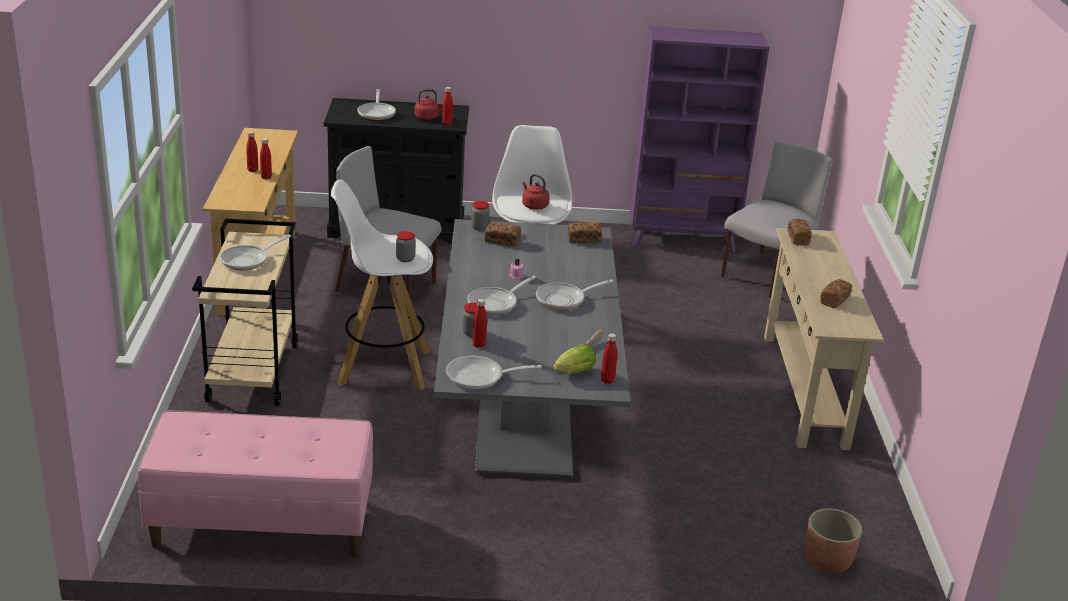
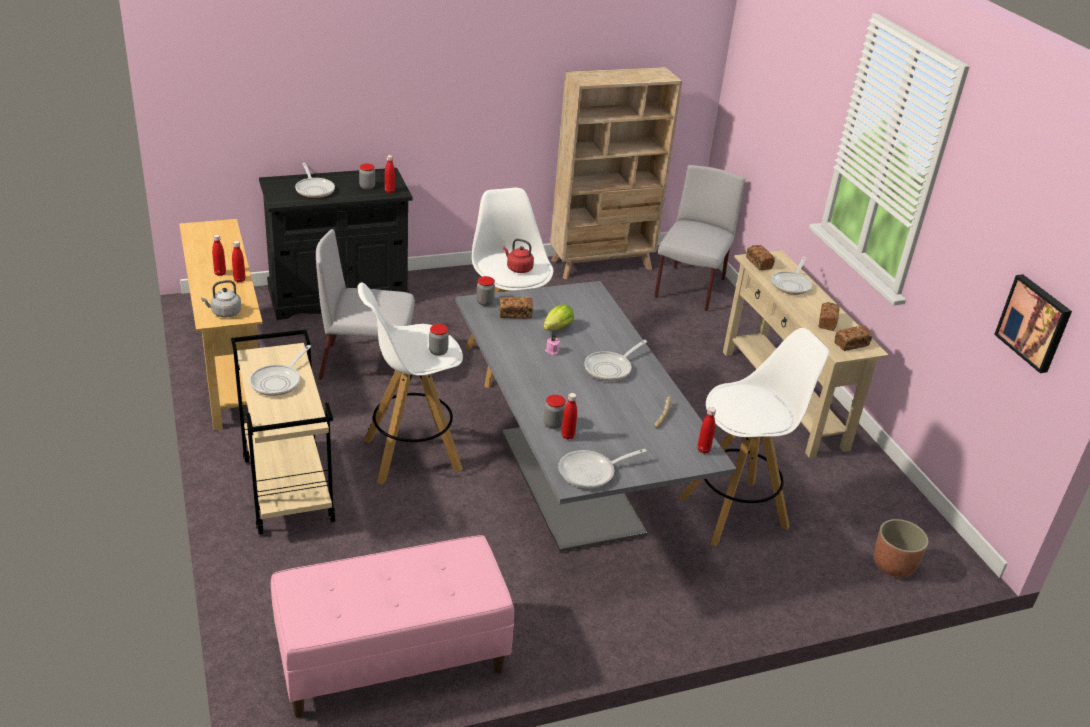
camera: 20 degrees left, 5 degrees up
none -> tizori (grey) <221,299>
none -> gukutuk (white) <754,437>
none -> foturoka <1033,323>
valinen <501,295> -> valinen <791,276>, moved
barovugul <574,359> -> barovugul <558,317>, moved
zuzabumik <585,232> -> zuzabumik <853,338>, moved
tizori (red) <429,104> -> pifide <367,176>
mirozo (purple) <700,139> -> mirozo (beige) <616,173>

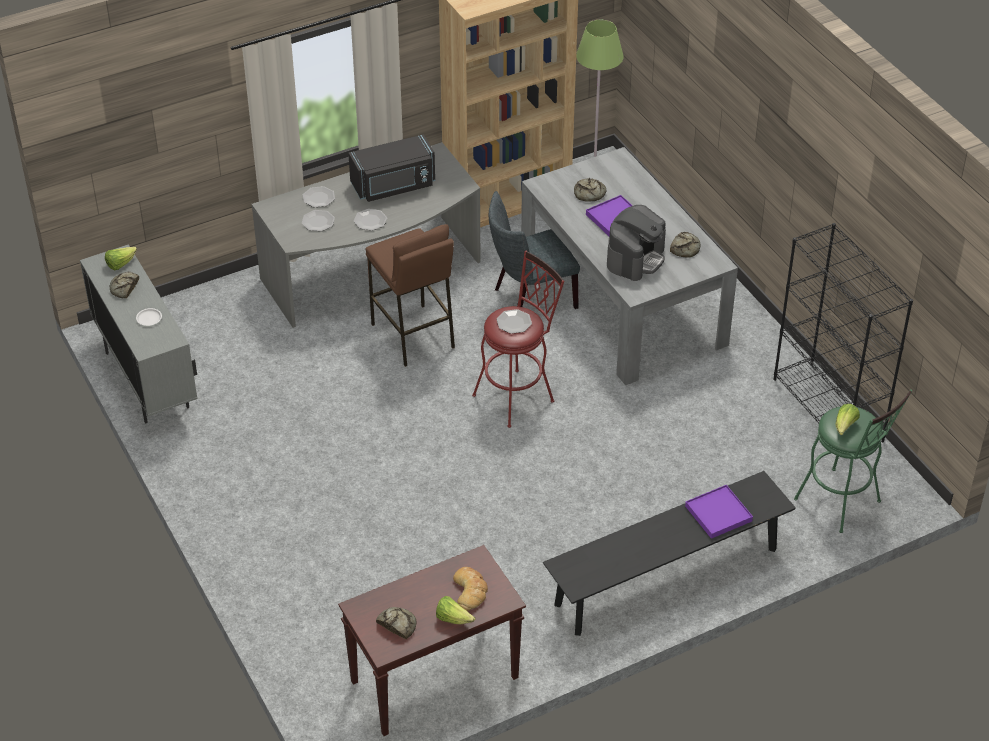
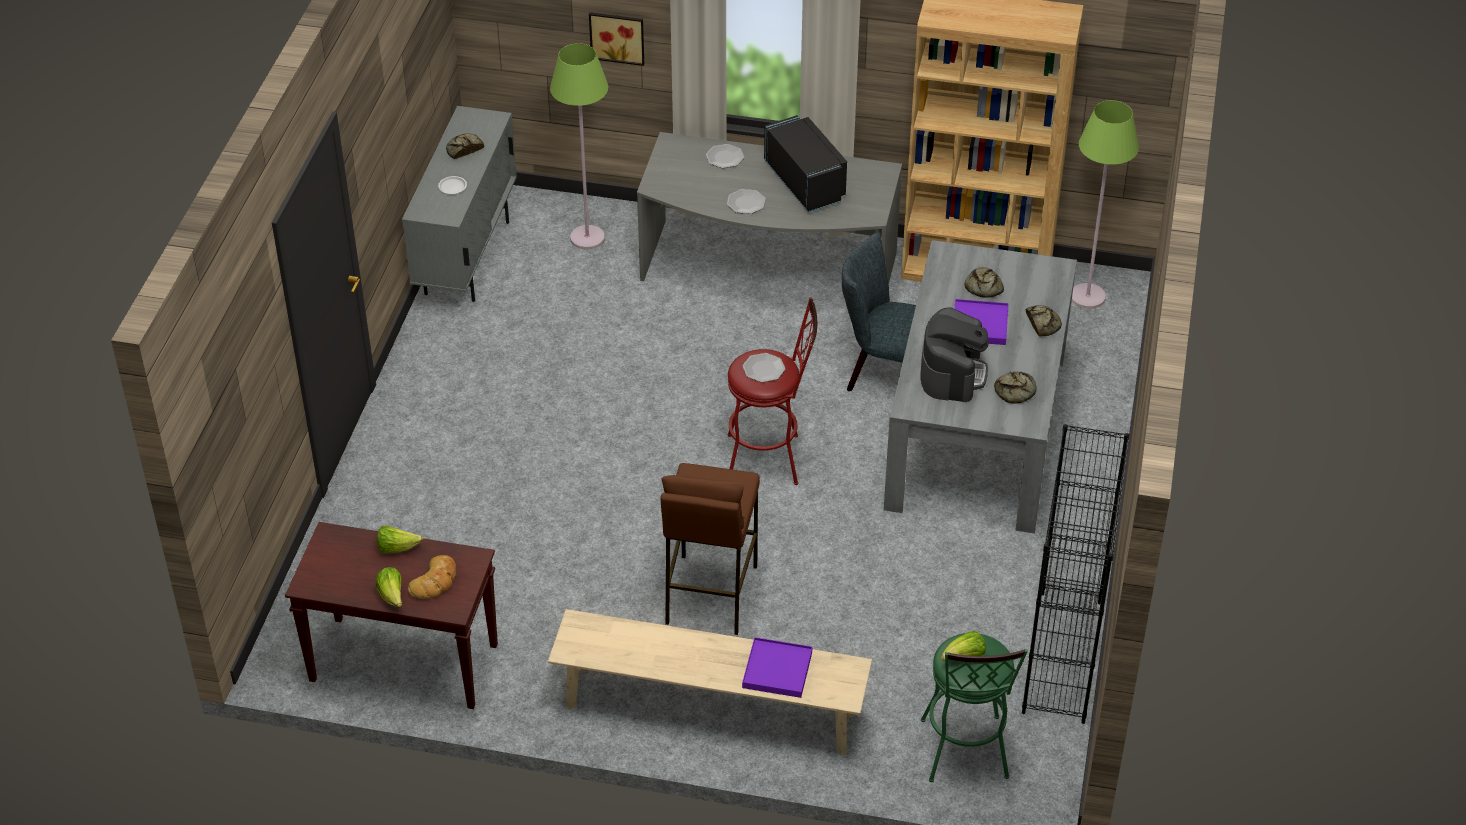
camera: 40 degrees right, 0 degrees up
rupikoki <318,220> -> none
none -> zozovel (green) <579,146>
none -> foturoka <616,39>
barovugul <121,258> -> barovugul <400,539>, moved
gukutuk (brown) <410,295> -> gukutuk (brown) <710,549>, moved
zuzabumik <396,623> -> zuzabumik <1044,321>, moved
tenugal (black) <669,553> -> tenugal (beige) <710,682>
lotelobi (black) <391,168> -> lotelobi (black) <805,163>, 135 degrees counterclockwise
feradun <636,243> -> feradun <954,354>, 60 degrees counterclockwise

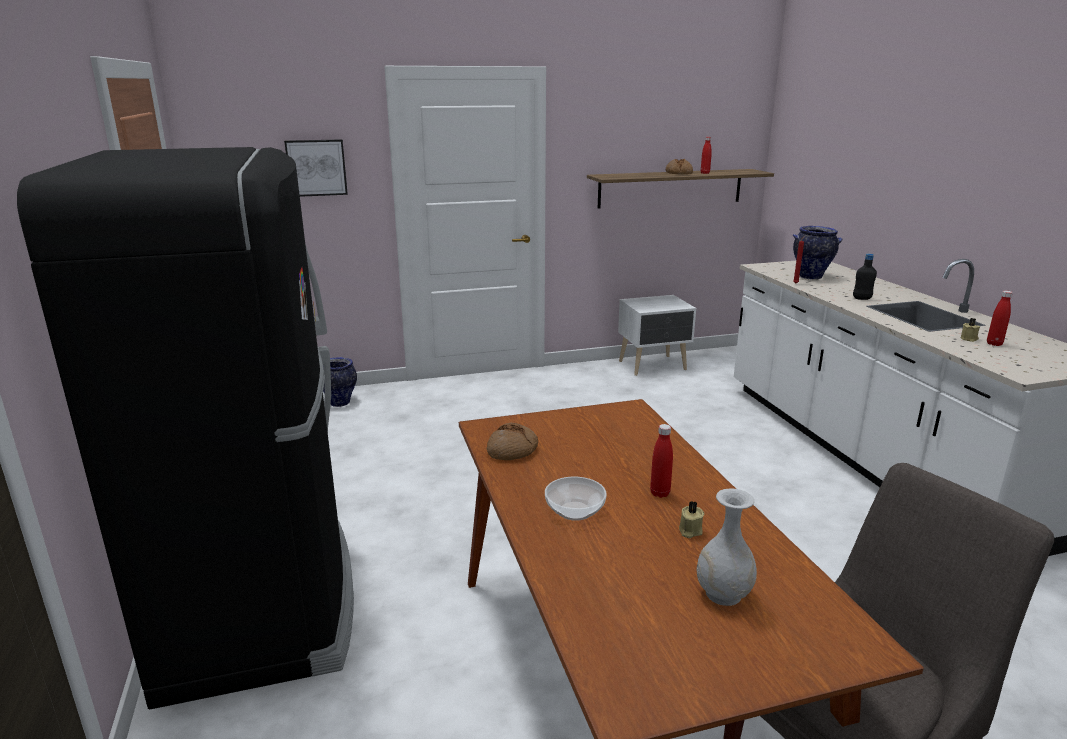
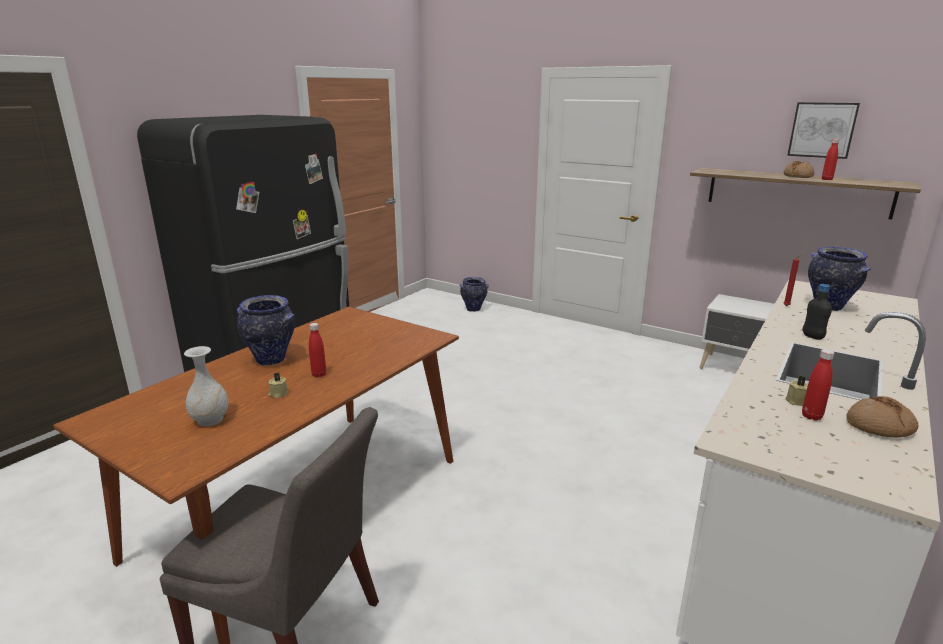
camera: 50 degrees right, 0 degrees up
foturoka <316,168> -> foturoka <823,130>, moved
zuzabumik <512,441> -> zuzabumik <882,417>, moved
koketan <576,499> -> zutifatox <266,330>

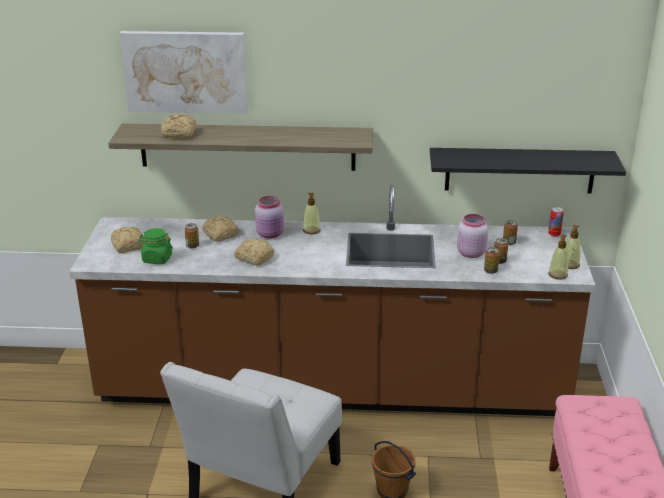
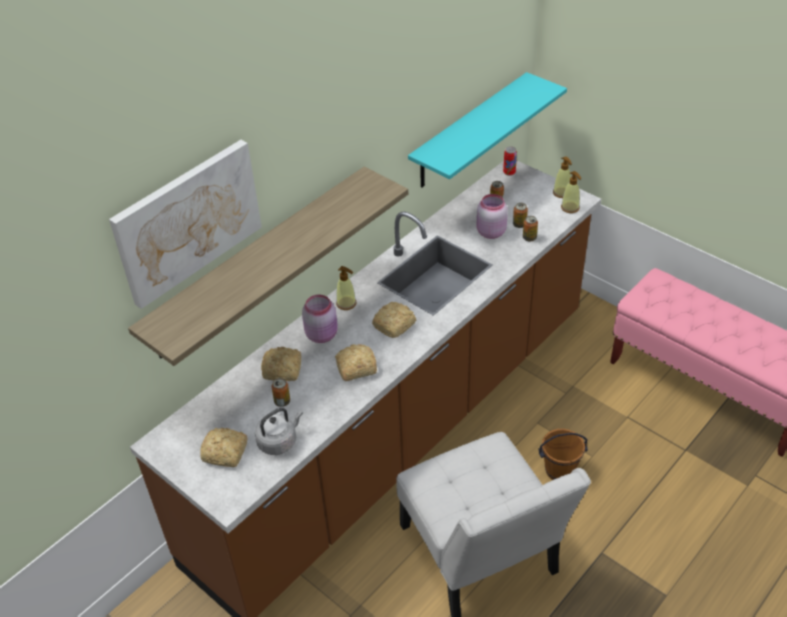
camera: 50 degrees left, 15 degrees up
zuzabumik <178,125> -> zuzabumik <394,320>, moved
pifide (green) <155,246> -> tizori (grey) <279,431>
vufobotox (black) <528,170> -> vufobotox (turquoise) <487,129>

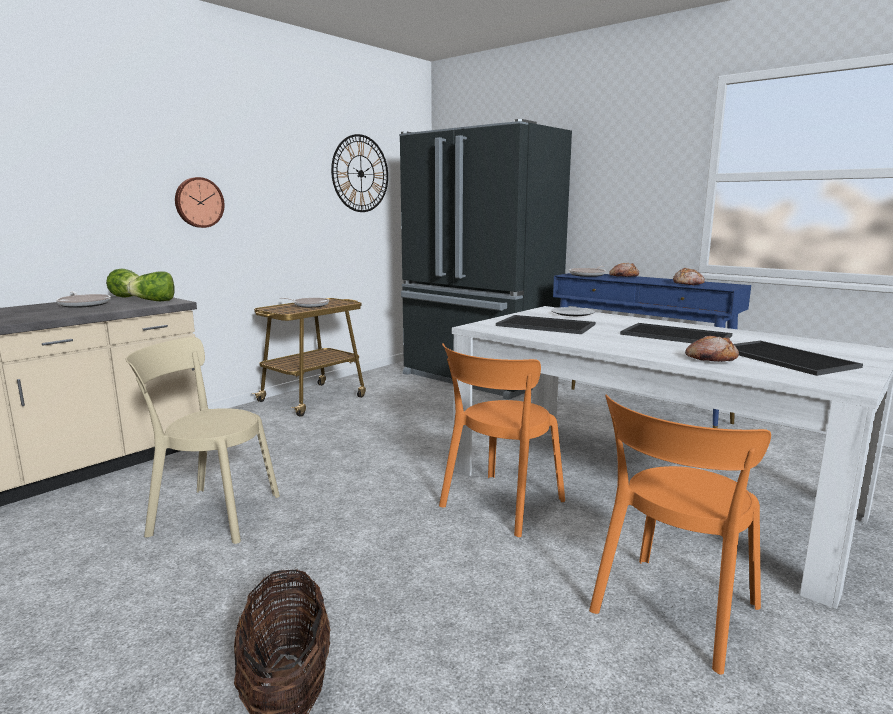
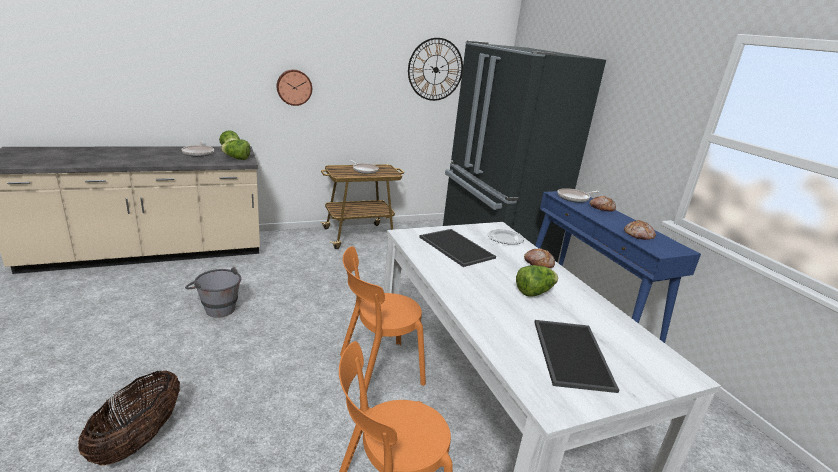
camera: 25 degrees right, 10 degrees up
zuzabumik <712,349> -> zuzabumik <539,258>, moved
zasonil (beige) <202,440> -> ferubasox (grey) <213,292>
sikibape <676,333> -> barovugul <537,281>

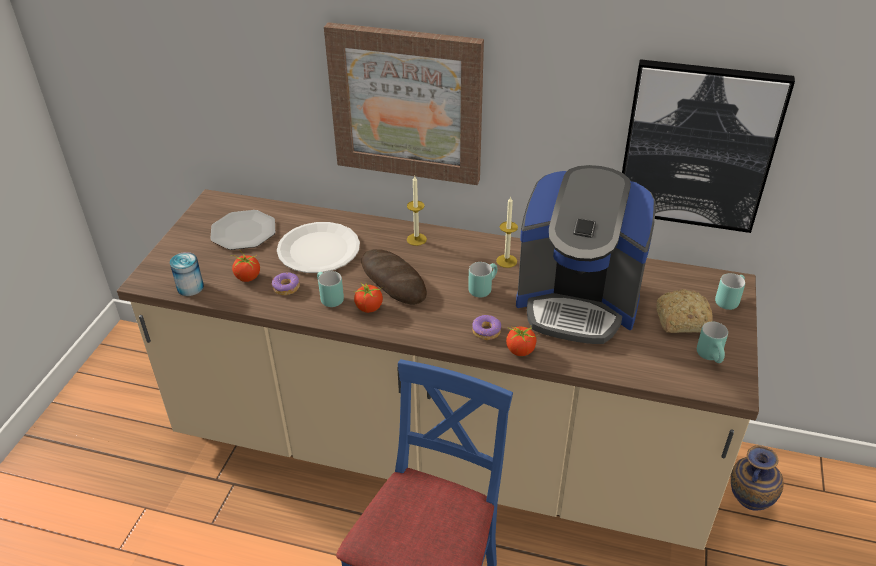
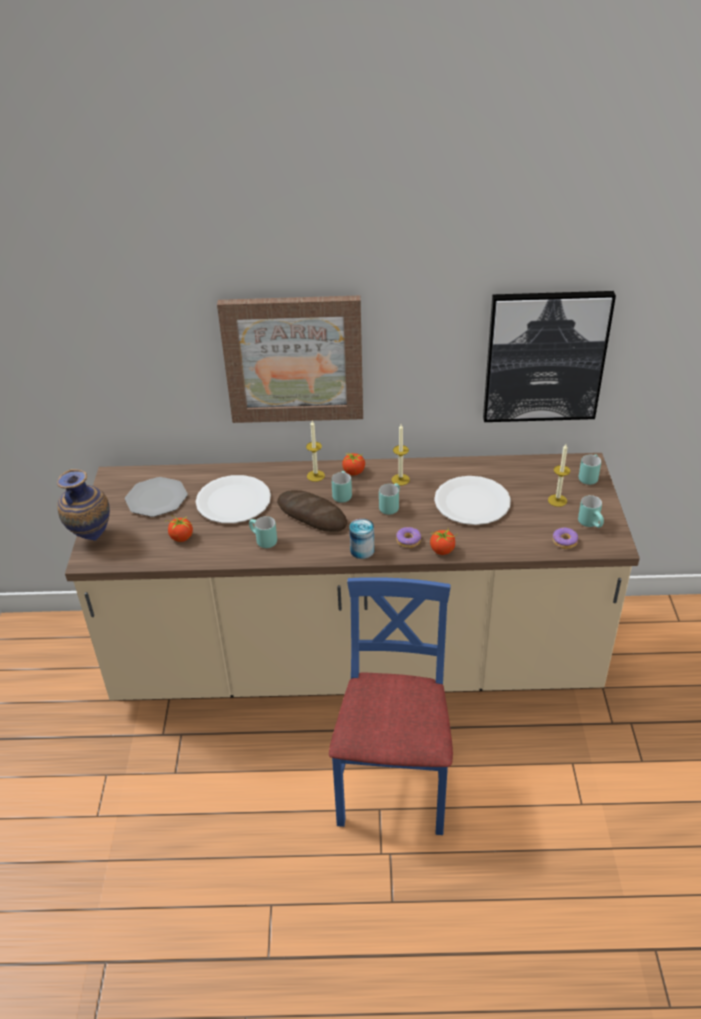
camera: 15 degrees left, 0 degrees up
none -> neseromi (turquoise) <342,487>
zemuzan <187,274> -> zemuzan <362,539>, moved
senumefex <285,283> -> senumefex <565,538>, moved
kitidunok <368,298> -> kitidunok <353,464>, moved
zutifatox <757,477> -> zutifatox <83,505>, moved
feradun <586,254> -> rupikoki (white) <472,500>
zuzabumik <684,311> -> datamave <559,475>

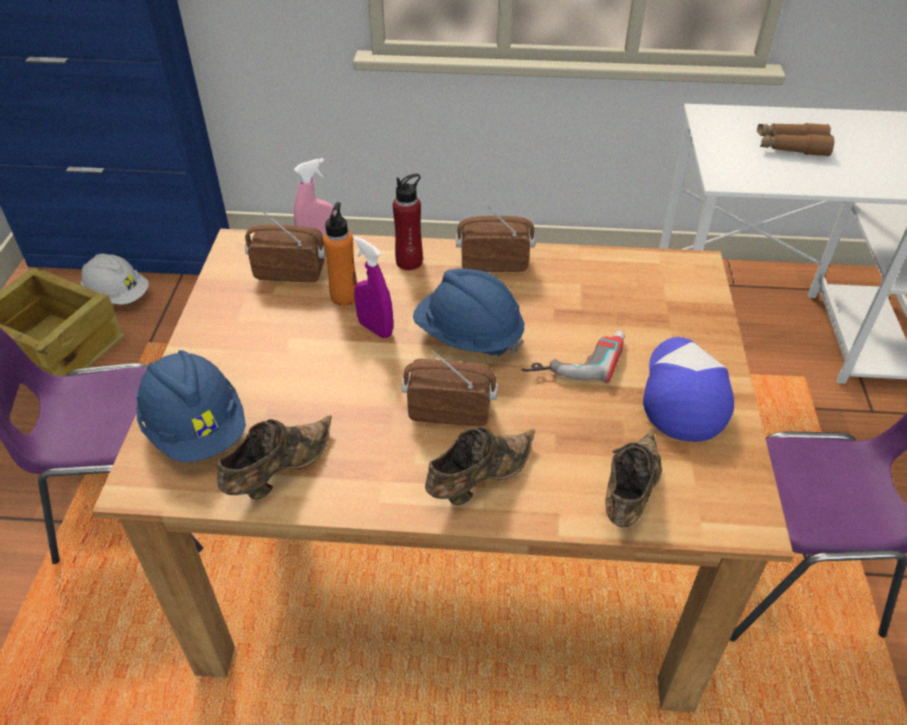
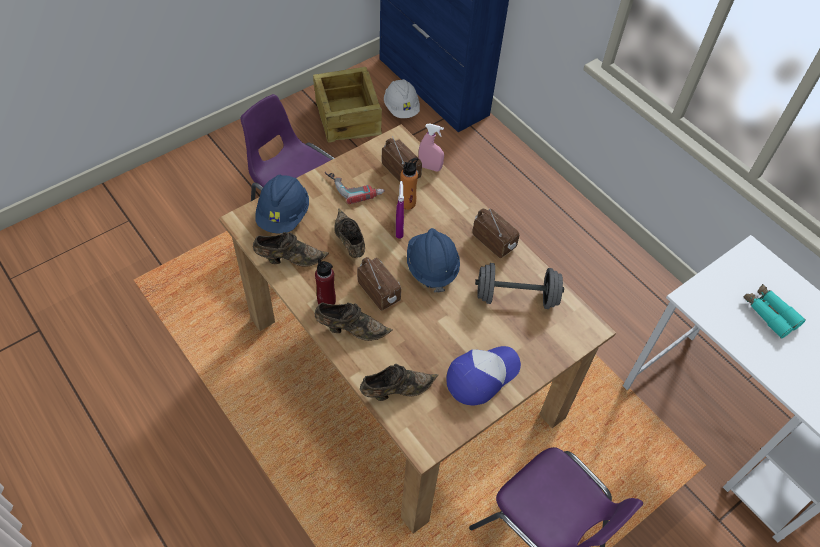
camera: 45 degrees right, 10 degrees up
none -> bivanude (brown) <349,233>
none -> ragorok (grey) <519,286>
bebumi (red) <408,221> -> bebumi (red) <325,282>, moved
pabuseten <573,356> -> pabuseten <355,187>, moved
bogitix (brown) <795,139> -> bogitix (turquoise) <774,311>

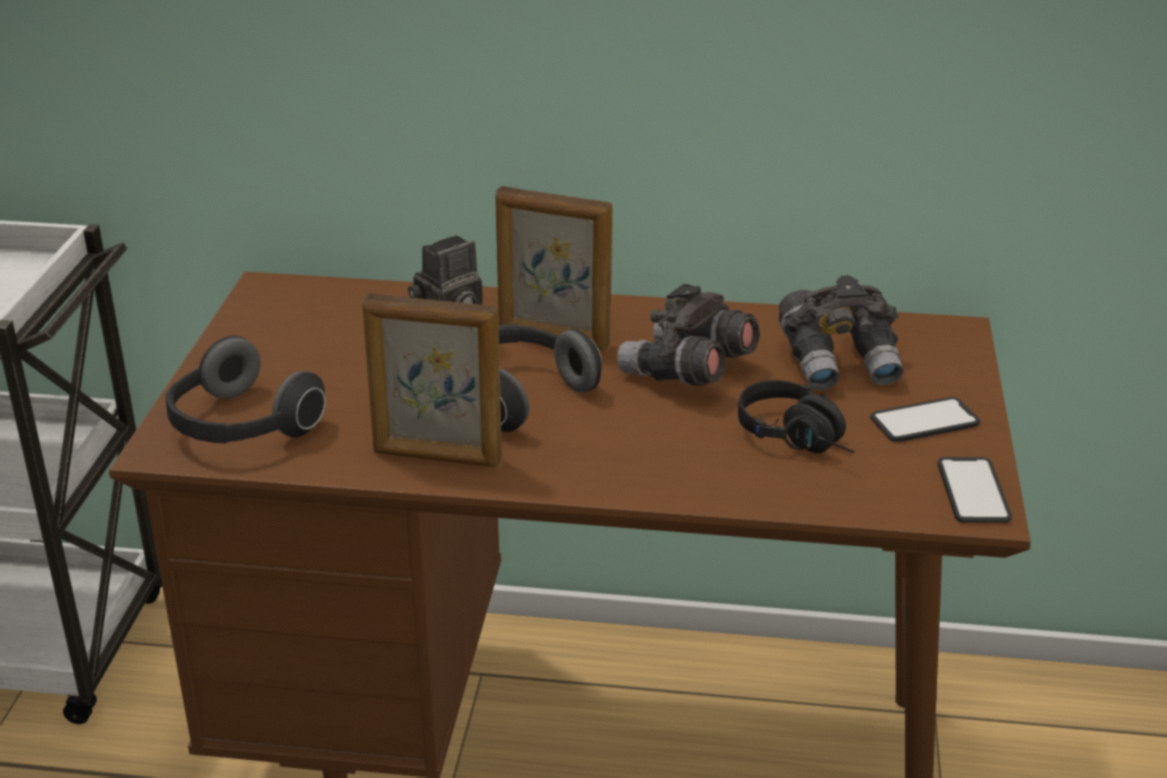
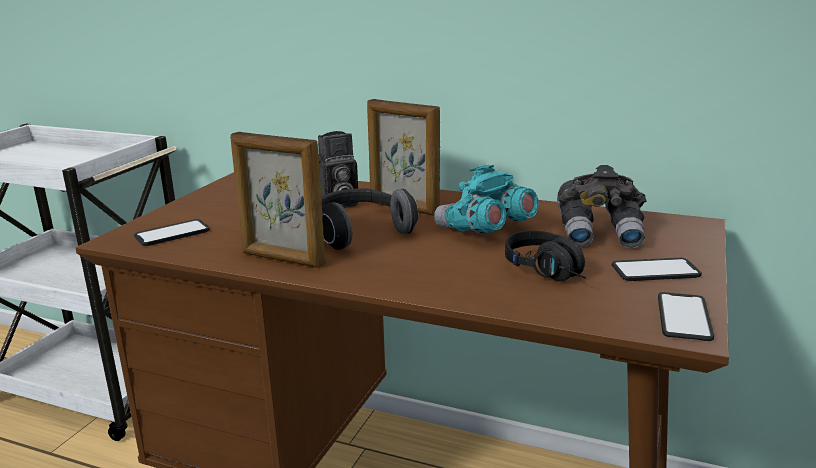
camera: 15 degrees right, 10 degrees down
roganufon <245,389> -> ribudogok <172,232>
bogitix (grey) <688,335> -> bogitix (turquoise) <486,199>

